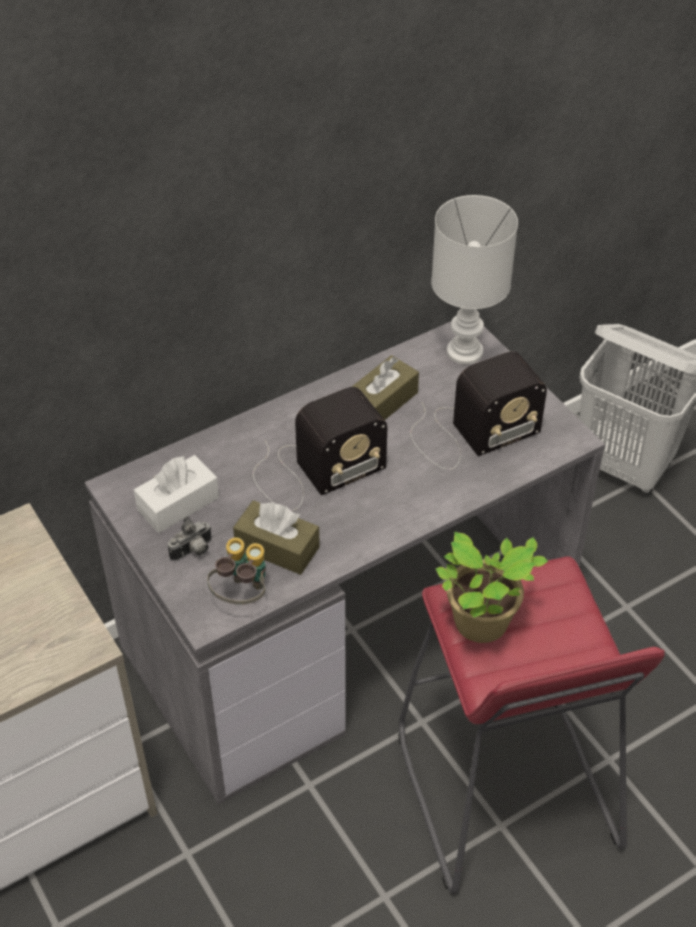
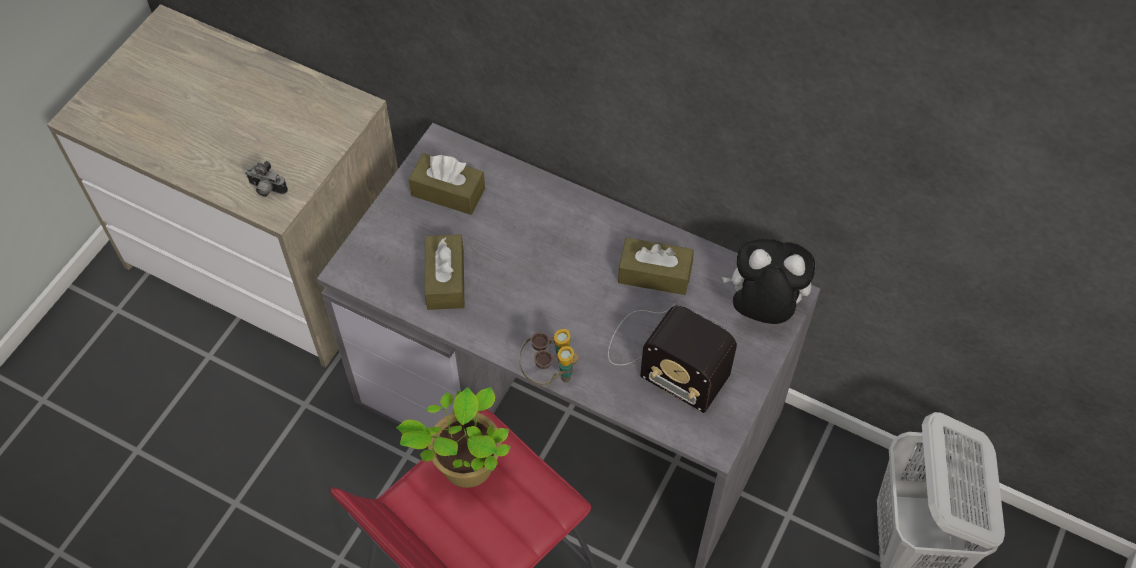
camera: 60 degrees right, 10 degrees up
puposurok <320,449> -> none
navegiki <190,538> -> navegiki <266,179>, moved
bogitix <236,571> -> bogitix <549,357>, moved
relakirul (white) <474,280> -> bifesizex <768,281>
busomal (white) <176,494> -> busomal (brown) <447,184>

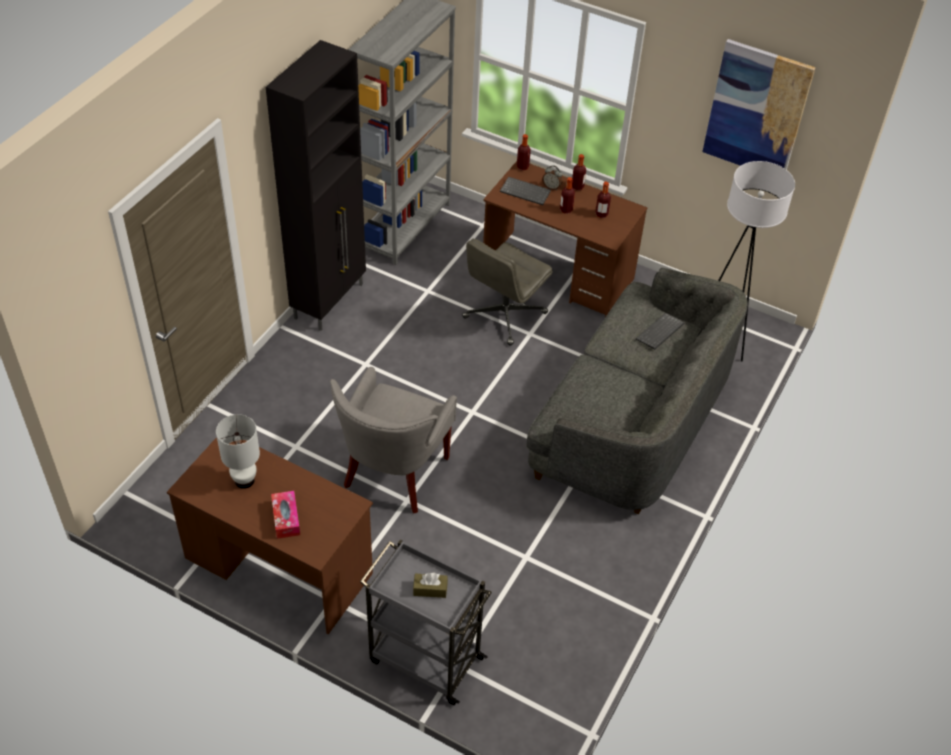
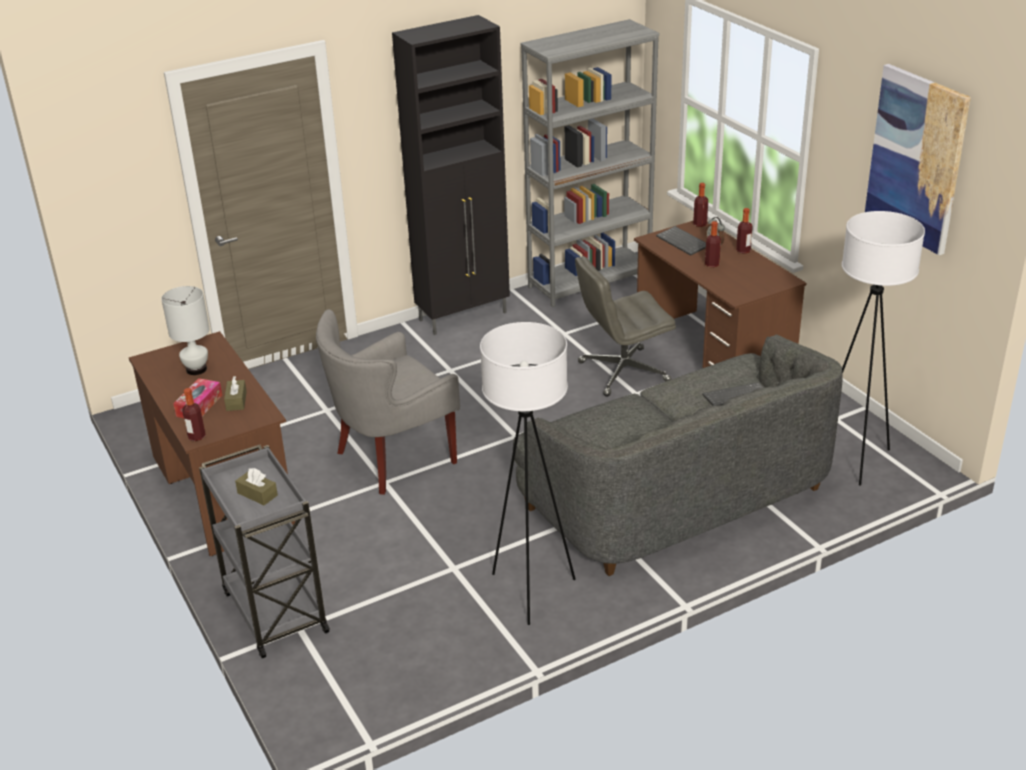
camera: 35 degrees right, 15 degrees down
none -> busomal (brown) <235,393>
none -> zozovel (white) <527,473>
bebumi <603,199> -> bebumi <194,414>, moved

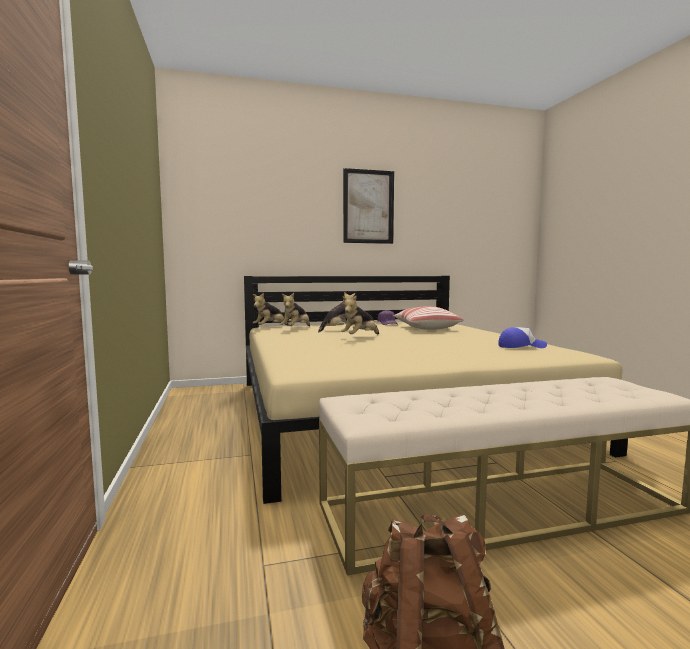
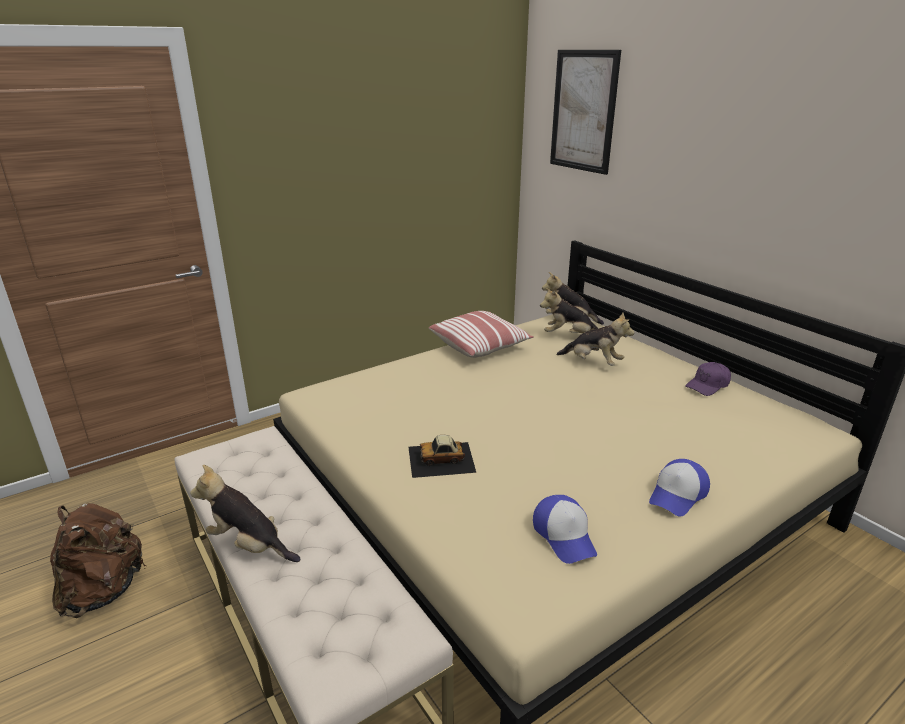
camera: 70 degrees right, 20 degrees up
none -> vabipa <442,456>
none -> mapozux <679,487>
bifesizex <360,315> -> bifesizex <245,513>, moved
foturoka <368,206> -> foturoka <585,112>, moved
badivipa <428,318> -> badivipa <481,334>, moved

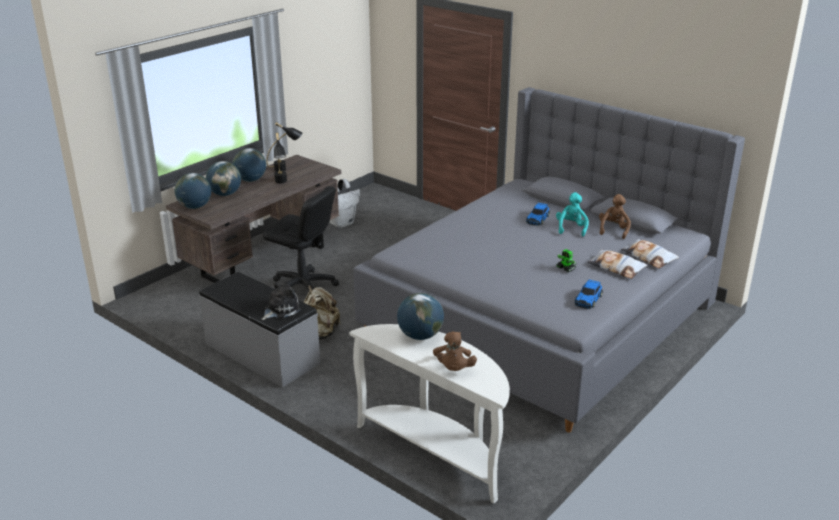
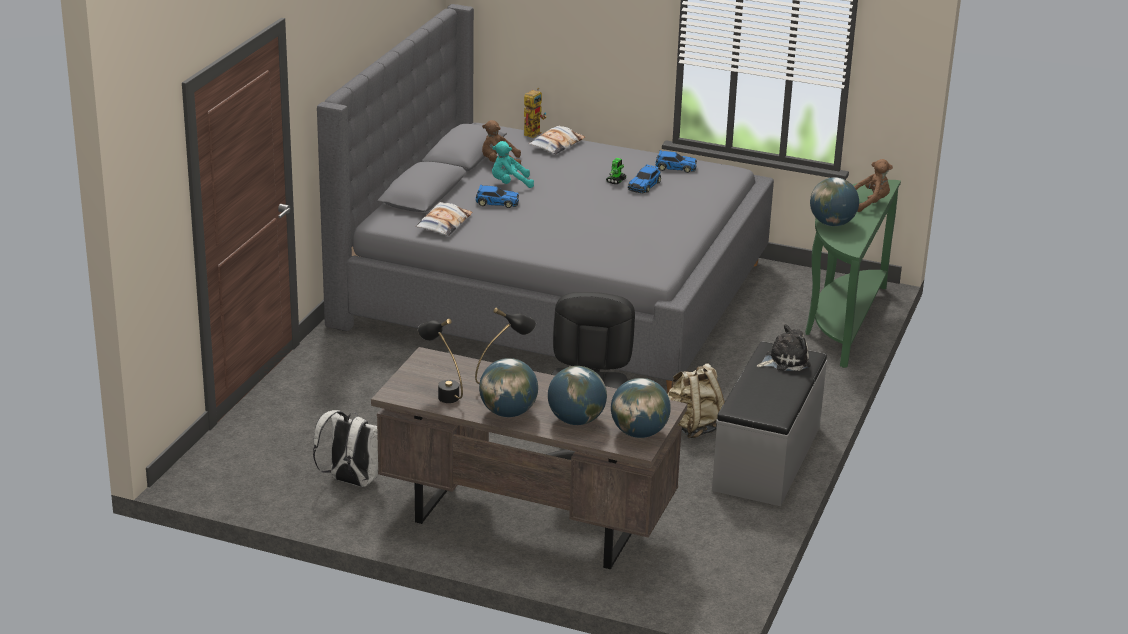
camera: 110 degrees left, 0 degrees up
none -> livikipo <535,113>
none -> vabipa <644,179>
badivipa <617,264> -> badivipa <444,219>, moved
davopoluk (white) <429,414> -> davopoluk (green) <853,274>
bifesizex <281,301> -> bifesizex <784,347>, 135 degrees clockwise

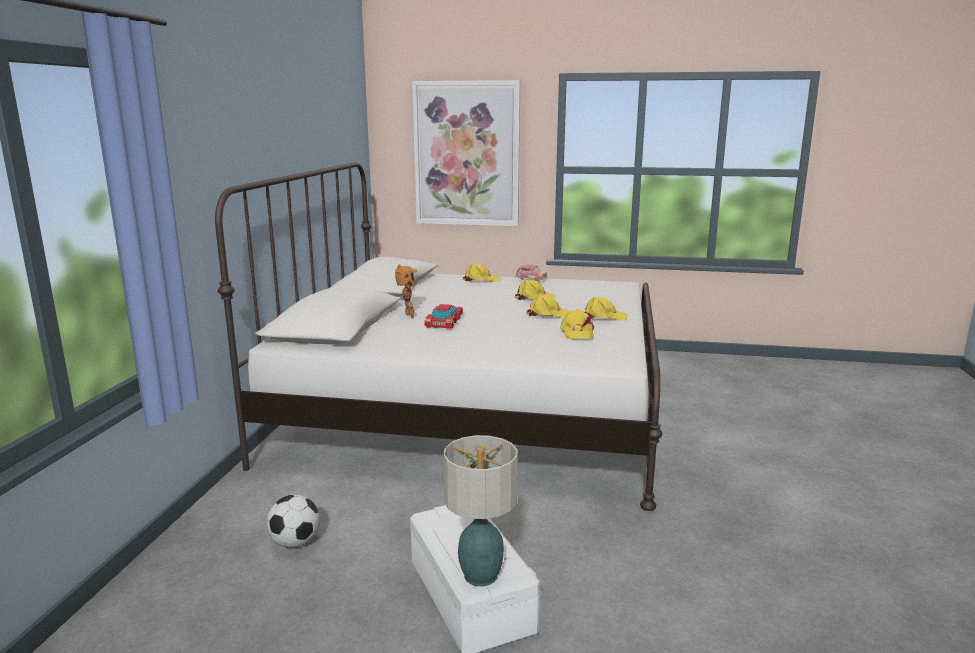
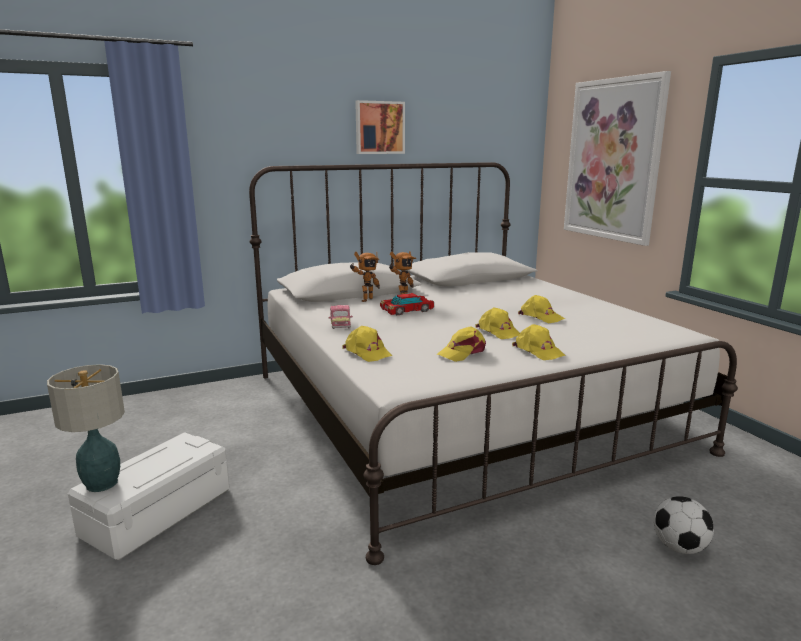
camera: 55 degrees right, 0 degrees up
none -> livikipo <365,277>
none -> foturoka <380,127>
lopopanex <293,521> -> lopopanex <683,525>, moved
mapozux (yellow) <481,273> -> mapozux (yellow) <367,344>, moved
vabipa <531,272> -> vabipa <341,317>, moved

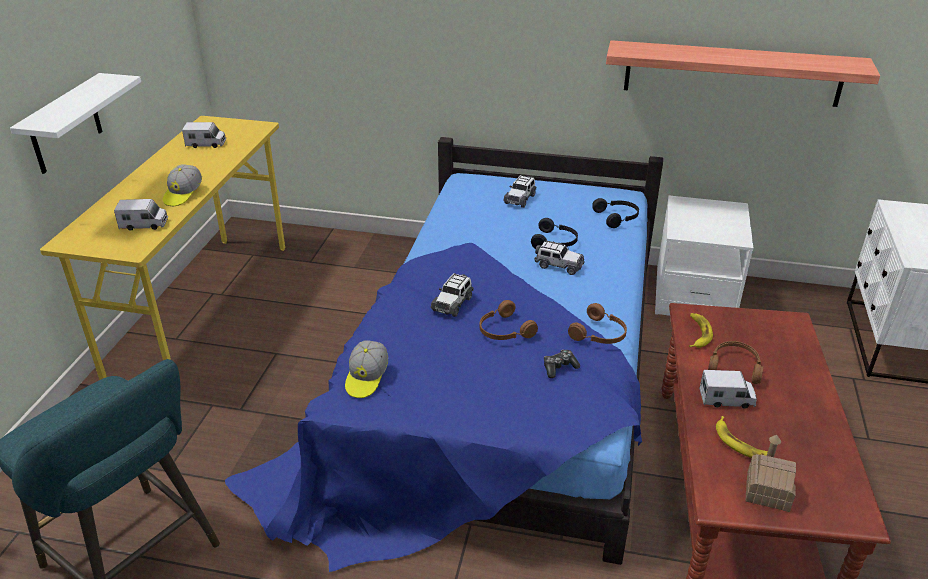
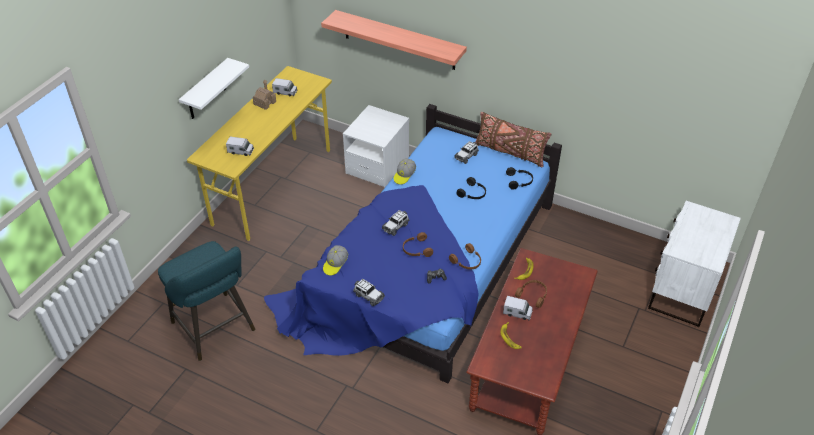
camera: 15 degrees right, 10 degrees up
none -> badivipa (brown) <513,139>
mapozux <182,185> -> mapozux <405,171>, moved
vabipa <559,257> -> vabipa <369,292>, moved
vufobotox <743,73> -> vufobotox <394,40>, moved
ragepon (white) <704,255> -> ragepon (white) <376,146>, moved
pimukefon <771,473> -> pimukefon <264,95>, moved

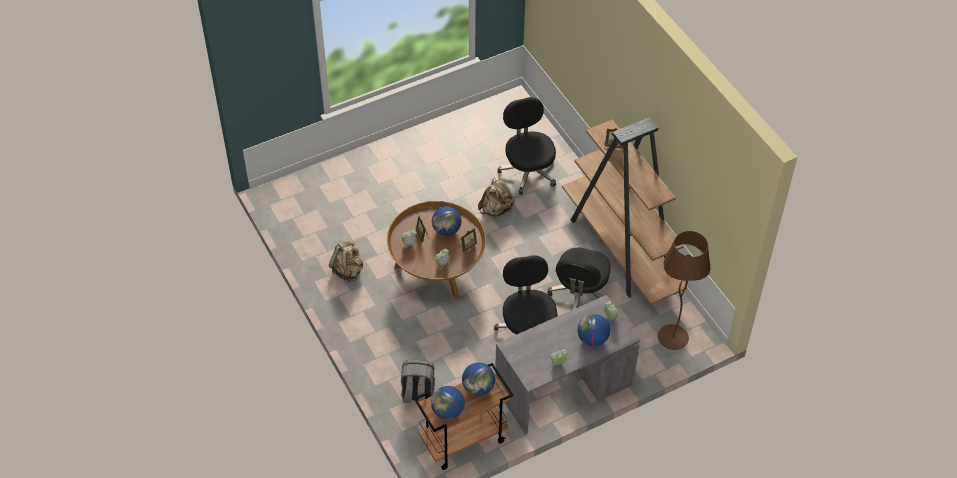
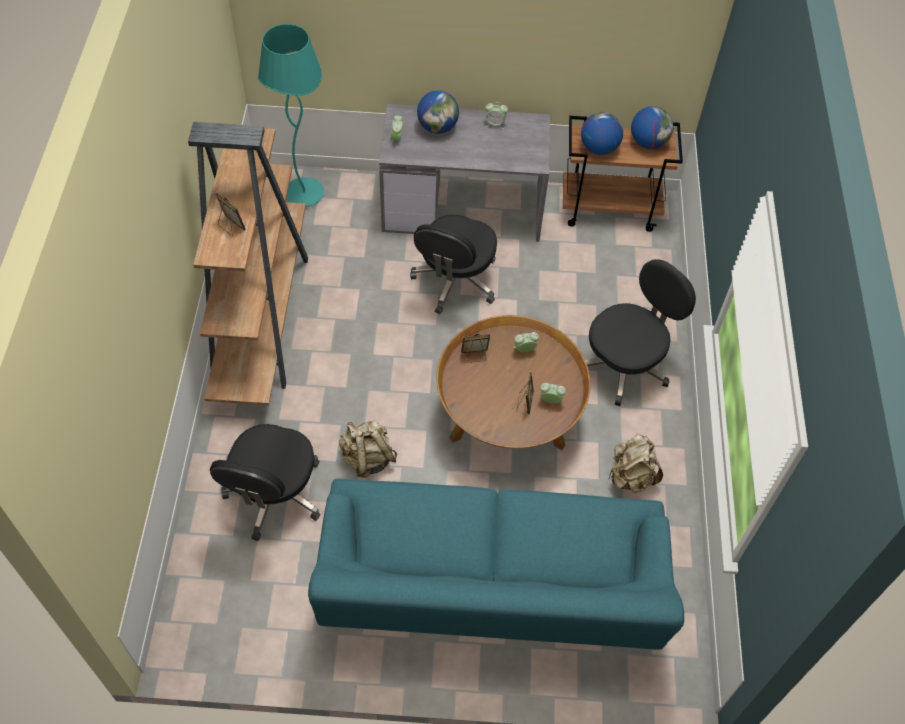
camera: 150 degrees left, 5 degrees up
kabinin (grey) <418,381> -> none
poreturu <447,221> -> none
none -> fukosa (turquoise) <496,564>
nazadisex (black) <579,279> -> nazadisex (black) <640,332>, moved
zozovel (brown) <684,290> -> zozovel (turquoise) <291,115>

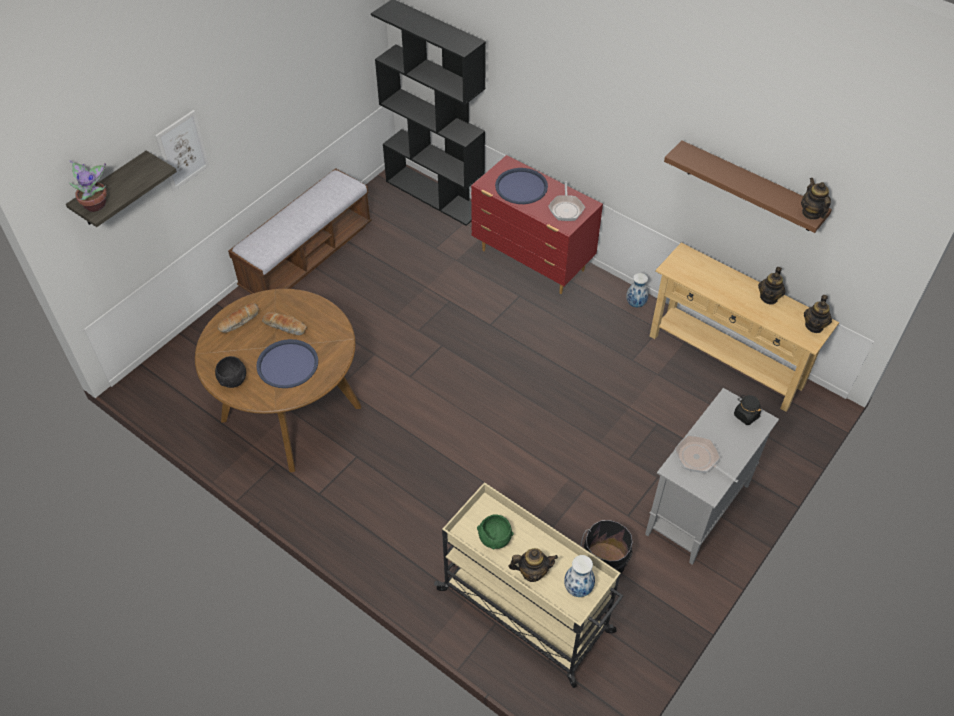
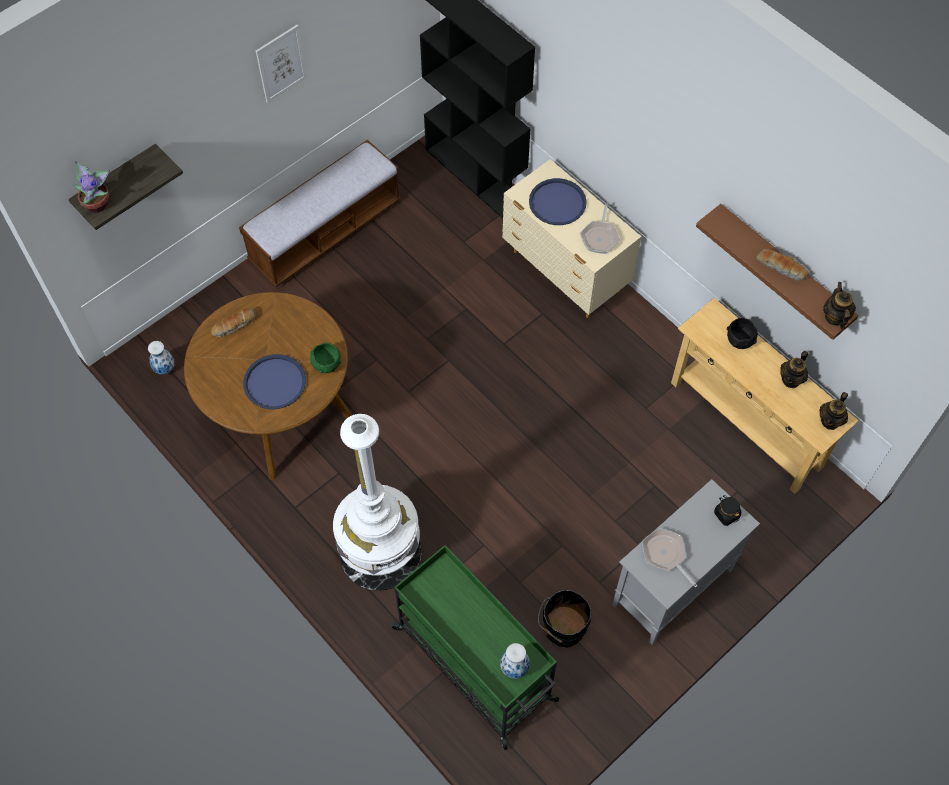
camera: 10 degrees right, 10 degrees up
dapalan <533,565> -> none
none -> zozovel (white) <377,502>
foturoka <182,151> -> foturoka <281,64>, moved
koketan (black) <230,372> -> koketan (black) <742,333>, moved
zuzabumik <284,323> -> zuzabumik <782,265>, moved
koketan (green) <495,532> -> koketan (green) <325,358>, moved
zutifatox <637,290> -> zutifatox <161,358>, moved
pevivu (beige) <528,585> -> pevivu (green) <474,647>
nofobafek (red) <537,224> -> nofobafek (beige) <571,238>

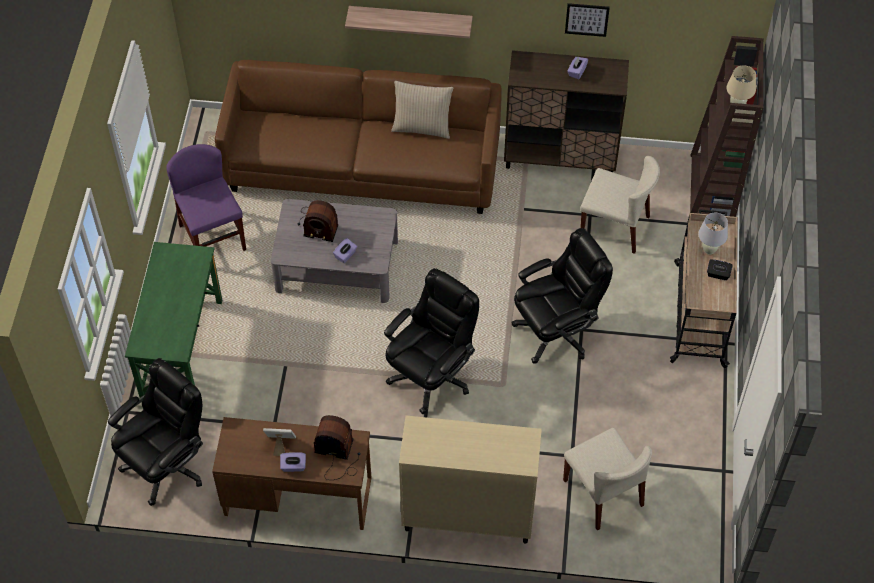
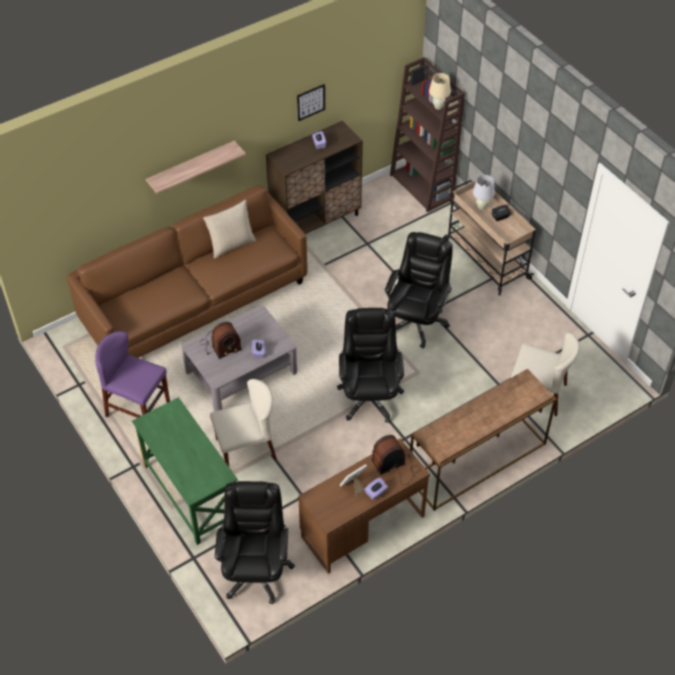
camera: 40 degrees left, 5 degrees down
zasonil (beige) <620,205> -> zasonil (beige) <243,422>, moved
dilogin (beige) <470,479> -> davopoluk (brown) <483,440>

